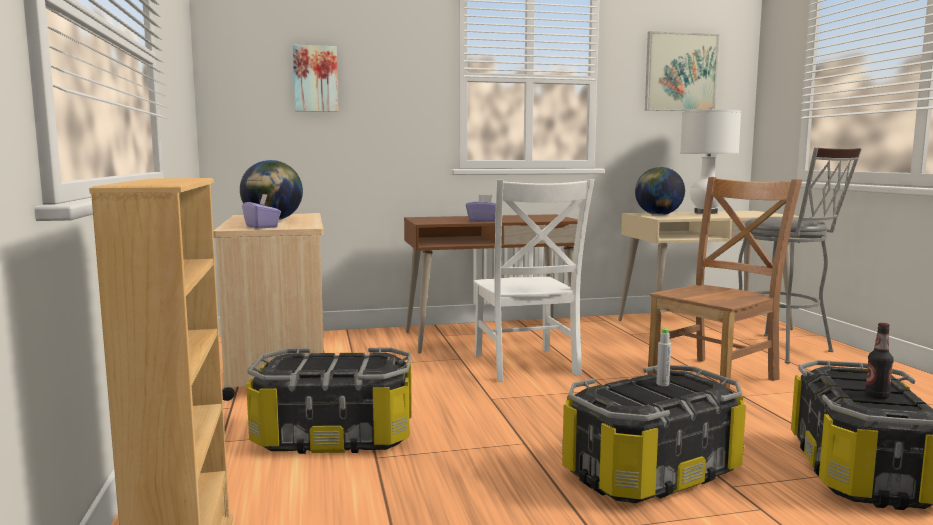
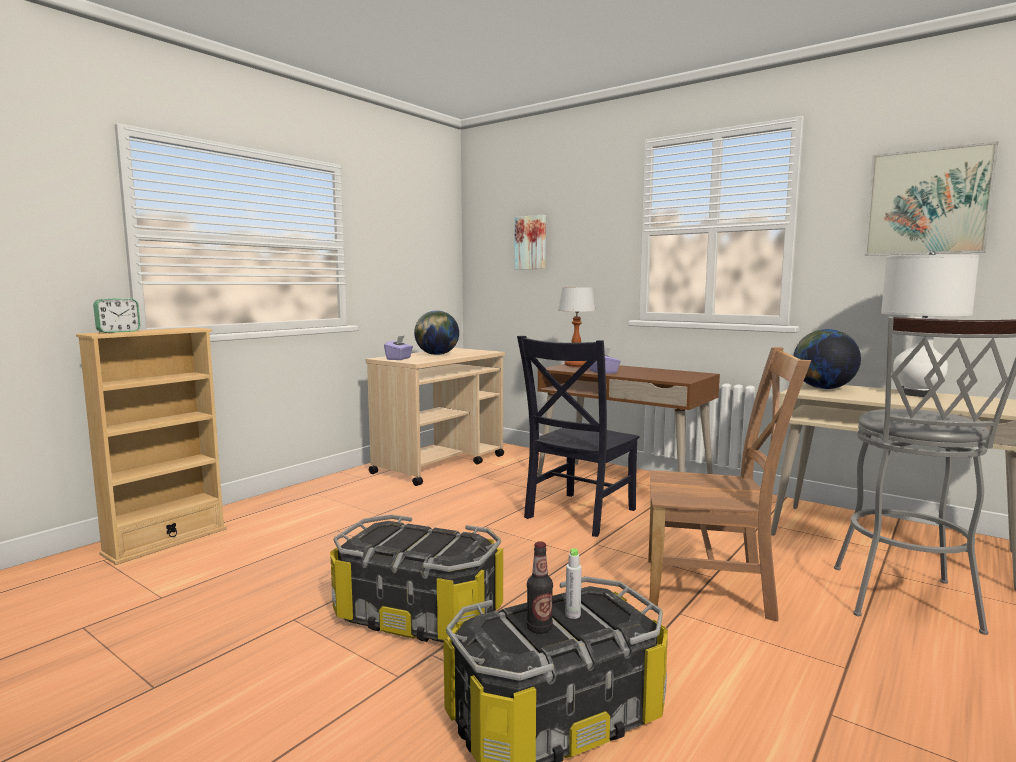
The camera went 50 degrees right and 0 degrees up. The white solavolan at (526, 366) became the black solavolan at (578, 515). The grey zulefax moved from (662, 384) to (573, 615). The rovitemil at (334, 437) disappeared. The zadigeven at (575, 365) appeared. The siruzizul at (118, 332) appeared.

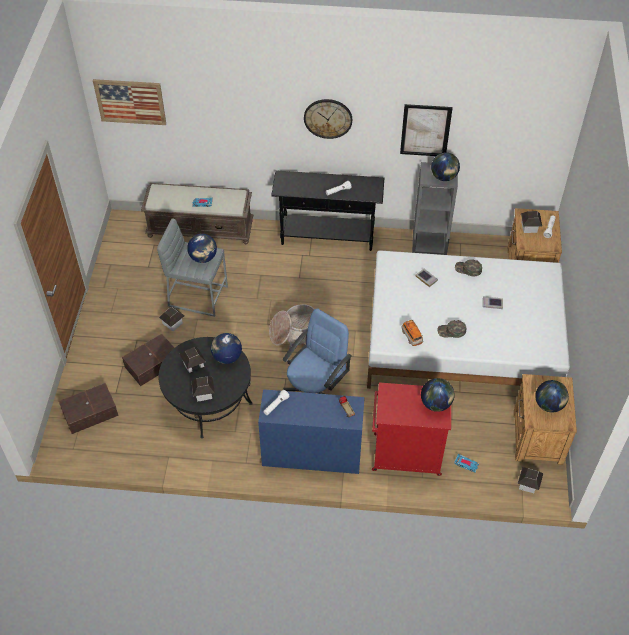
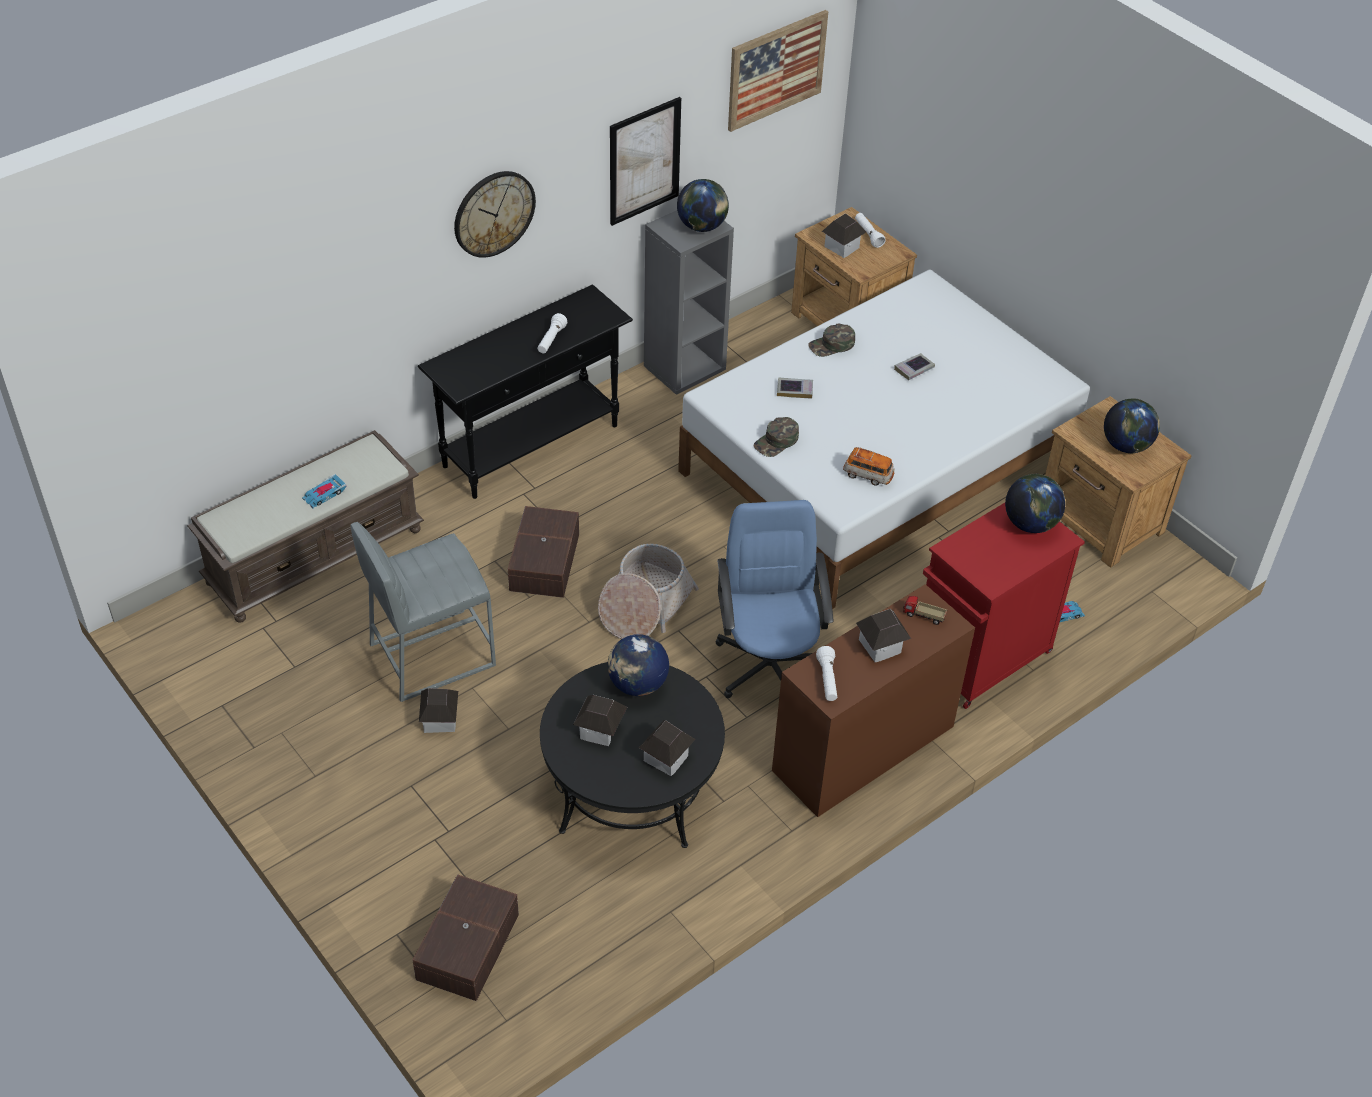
The camera went 45 degrees left and 5 degrees down. The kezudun moved from (130, 101) to (776, 70). The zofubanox at (203, 258) disappeared. The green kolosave moved from (451, 331) to (776, 441). The brown rovitemil moved from (151, 364) to (543, 562). The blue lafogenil at (311, 454) became the brown lafogenil at (863, 749). The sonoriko moved from (528, 484) to (880, 646).

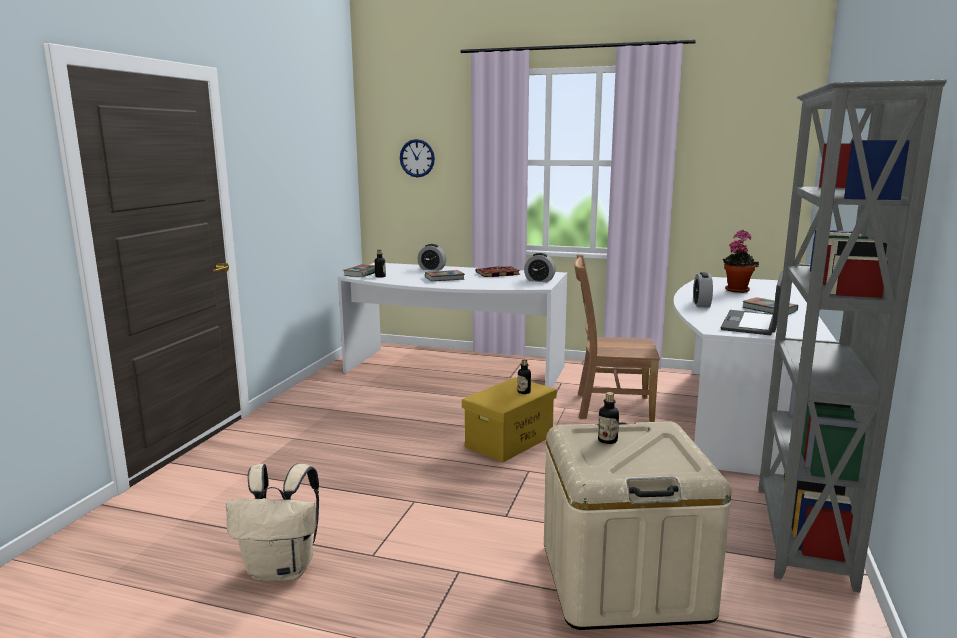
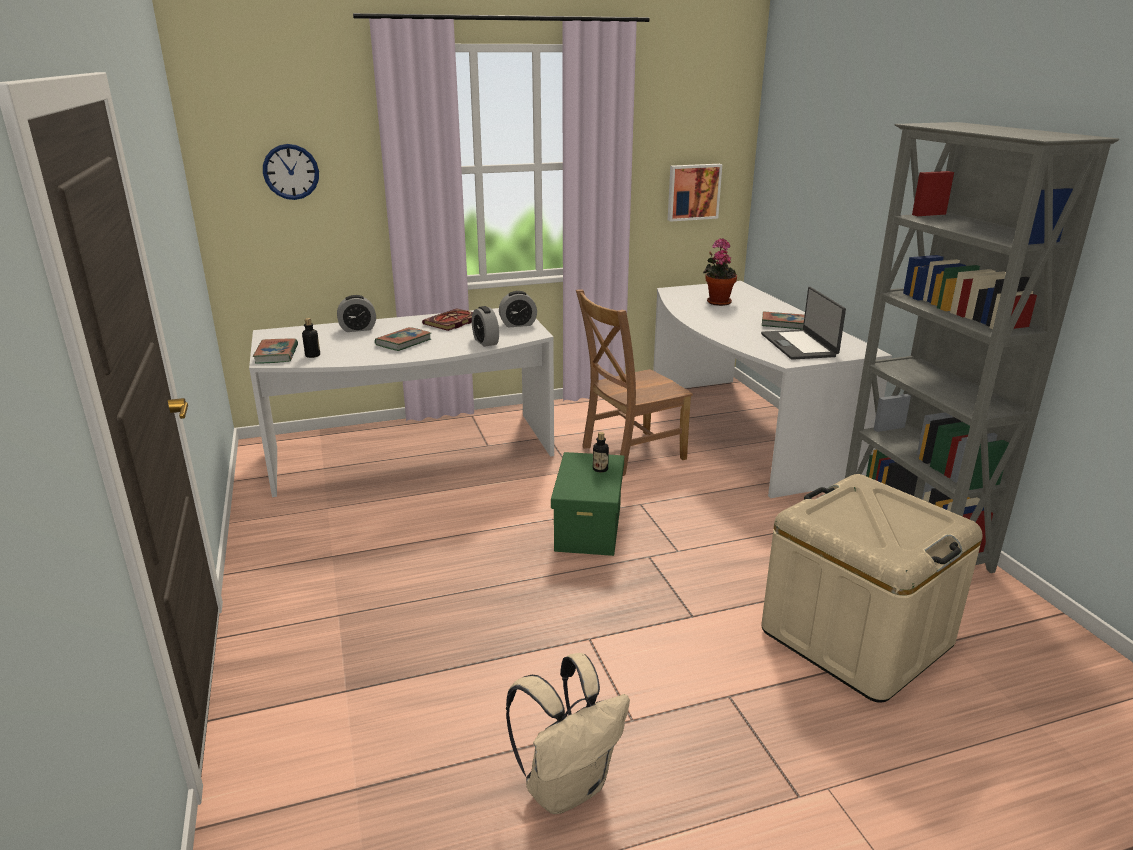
The camera went 35 degrees left and 10 degrees up. The siruzizul moved from (701, 304) to (485, 342). The yellow rovitemil at (509, 441) became the green rovitemil at (589, 528). The zulefax at (607, 440) disappeared. The kezudun at (693, 192) appeared.

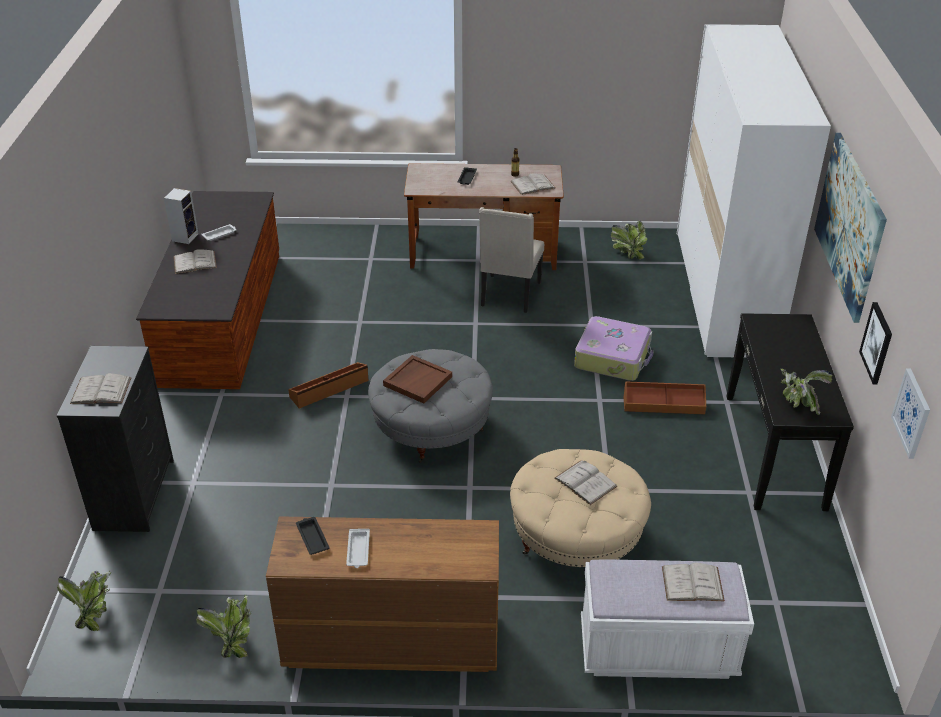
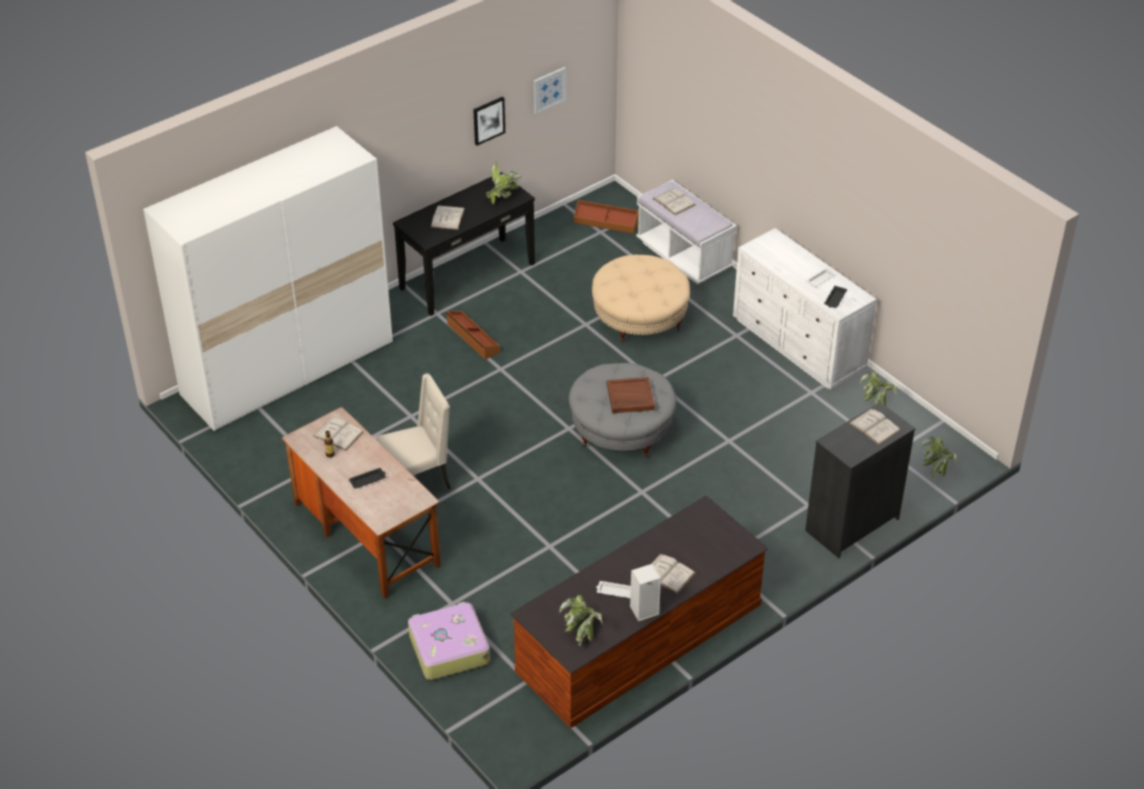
The camera went 130 degrees left and 5 degrees up. The kezudun at (849, 224) disappeared. The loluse moved from (627, 252) to (582, 630). The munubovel moved from (613, 357) to (448, 648). The brown rovitemil moved from (329, 389) to (606, 222). The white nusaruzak moved from (585, 482) to (447, 217). The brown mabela at (390, 641) became the white mabela at (799, 345).

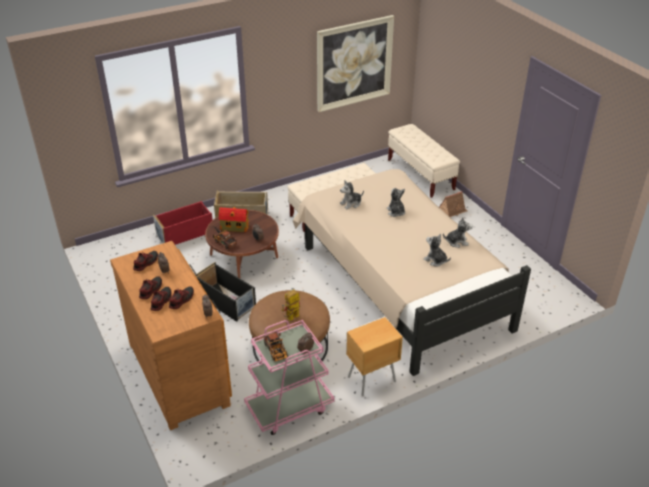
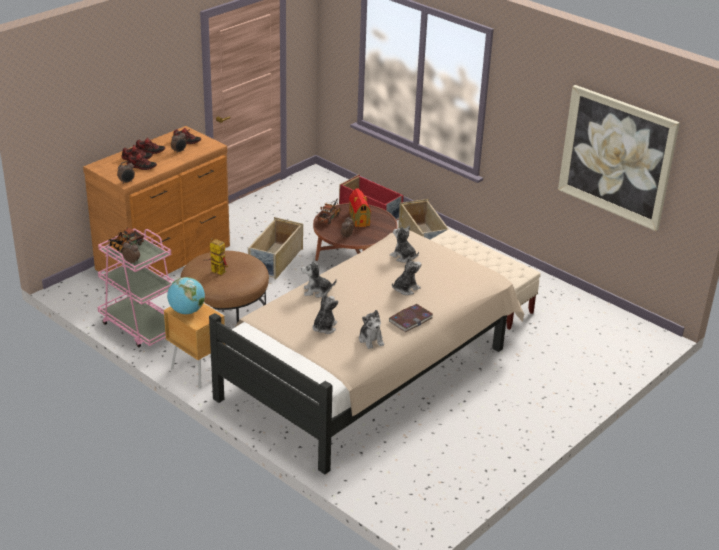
The camera went 70 degrees right and 5 degrees down. The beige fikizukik at (420, 175) disappeared. The sonoriko at (453, 210) disappeared. The black rovitemil at (226, 301) became the beige rovitemil at (275, 261). The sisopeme at (317, 291) appeared. The zofubanox at (186, 311) appeared. The nusaruzak at (410, 319) appeared.

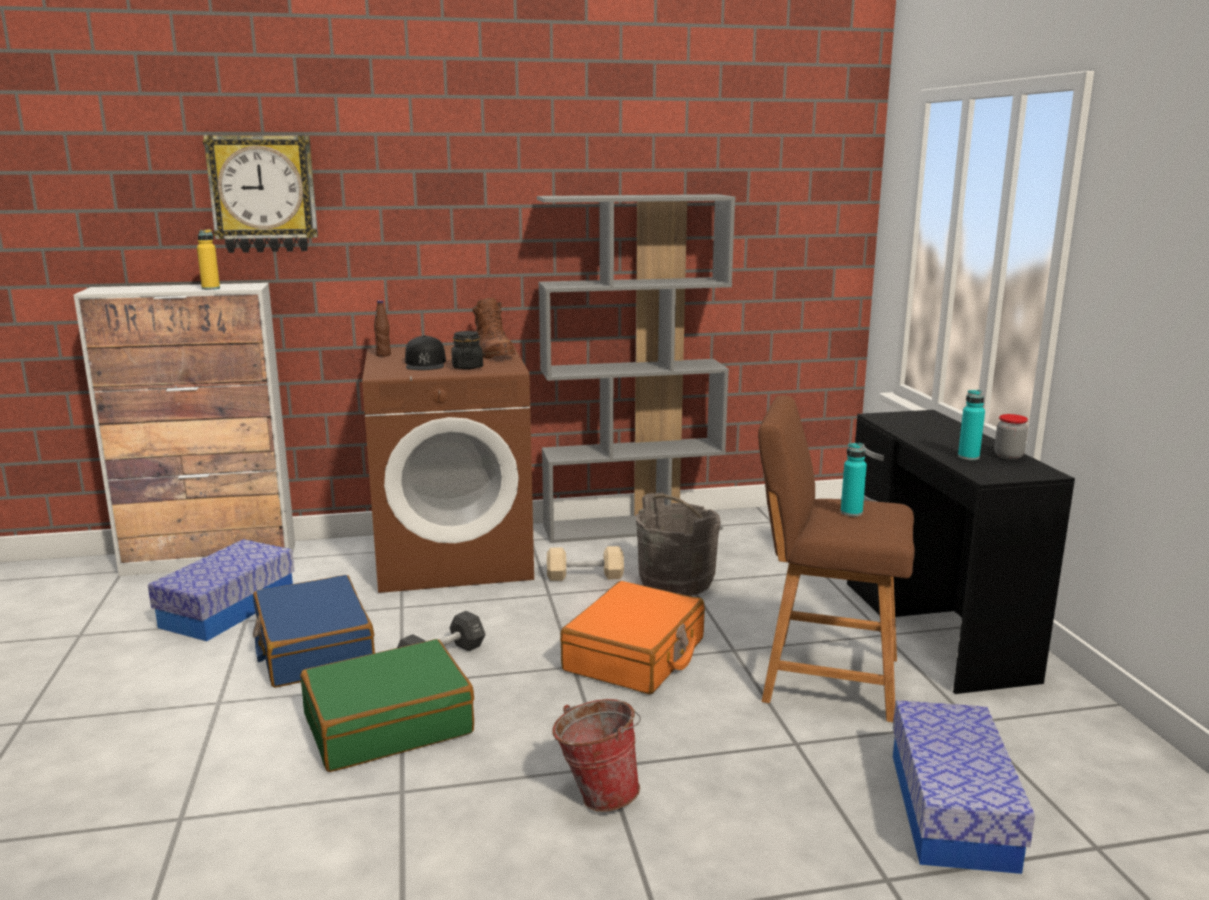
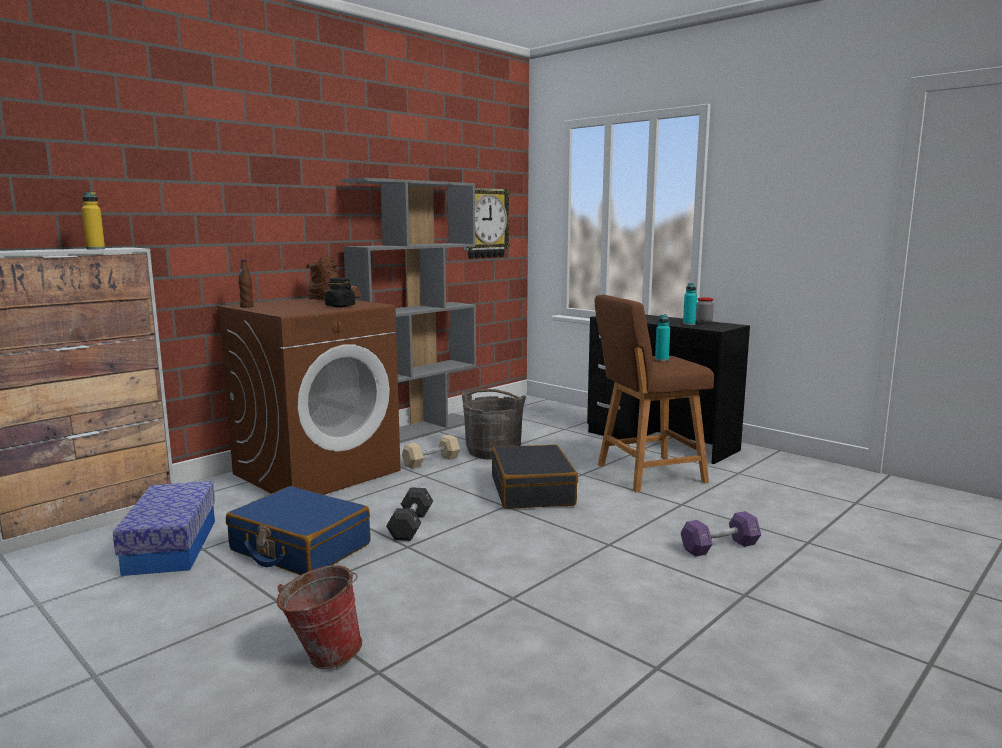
The camera went 35 degrees left and 5 degrees down. The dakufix moved from (263, 194) to (484, 223). The black kolosave at (425, 363) disappeared. The orange munubovel at (635, 655) became the black munubovel at (532, 491). The green munubovel at (388, 724) disappeared. The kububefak moved from (597, 794) to (321, 657). The rovitemil at (951, 810) disappeared. The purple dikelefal at (719, 547) appeared.

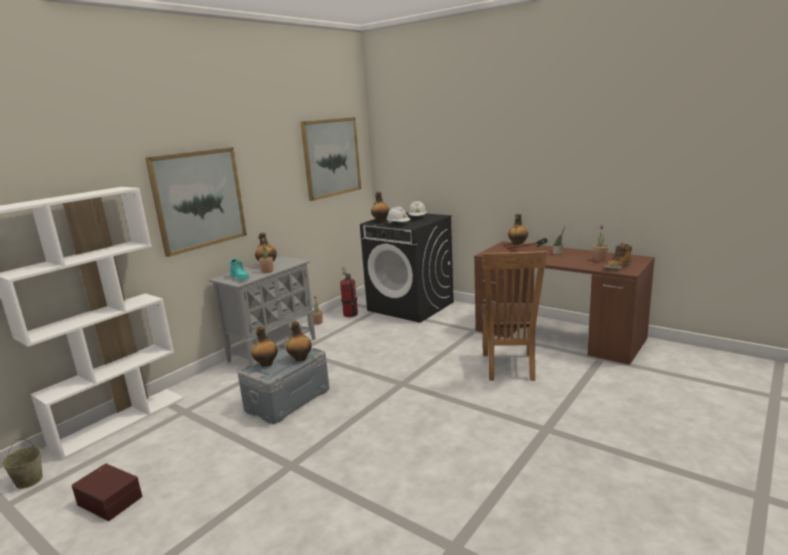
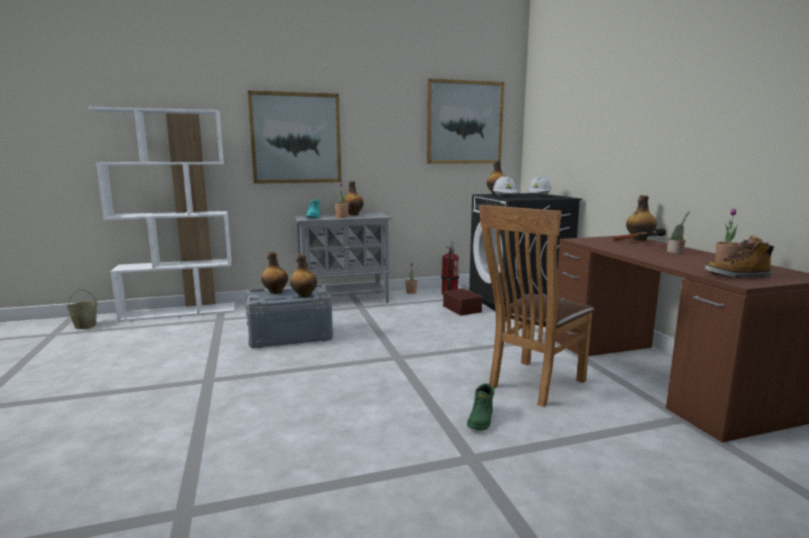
The camera went 35 degrees right and 5 degrees down. The brown rovitemil moved from (111, 499) to (462, 309). The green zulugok at (481, 420) appeared.

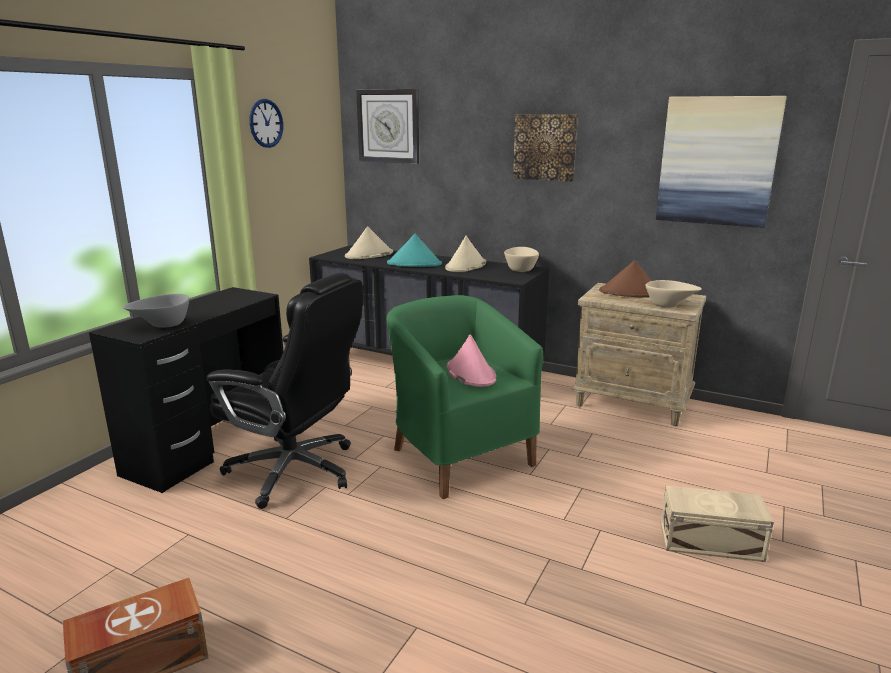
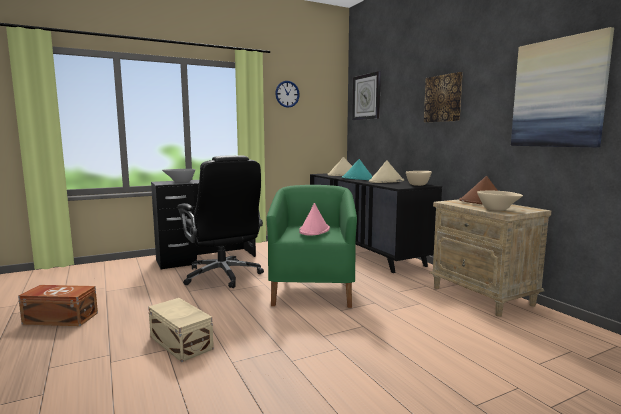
The camera went 35 degrees right and 10 degrees down. The beige rovitemil moved from (712, 542) to (180, 343).

